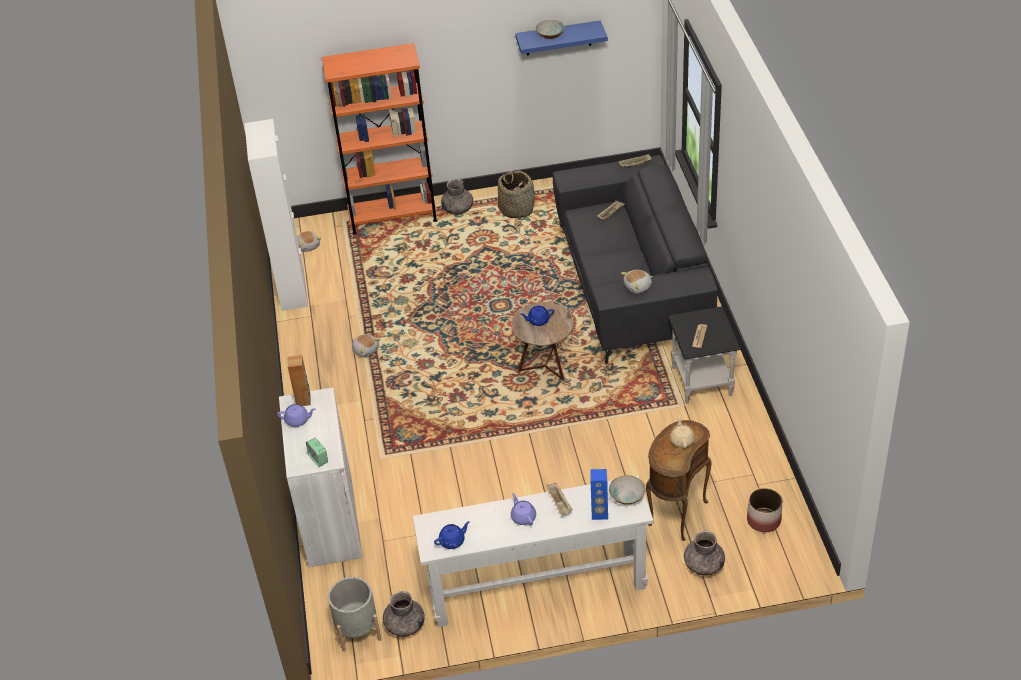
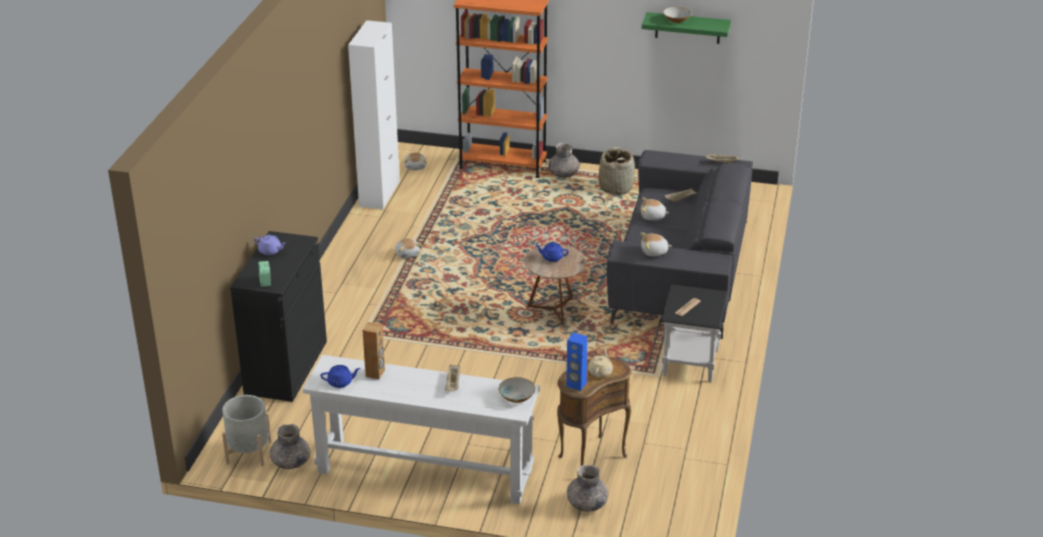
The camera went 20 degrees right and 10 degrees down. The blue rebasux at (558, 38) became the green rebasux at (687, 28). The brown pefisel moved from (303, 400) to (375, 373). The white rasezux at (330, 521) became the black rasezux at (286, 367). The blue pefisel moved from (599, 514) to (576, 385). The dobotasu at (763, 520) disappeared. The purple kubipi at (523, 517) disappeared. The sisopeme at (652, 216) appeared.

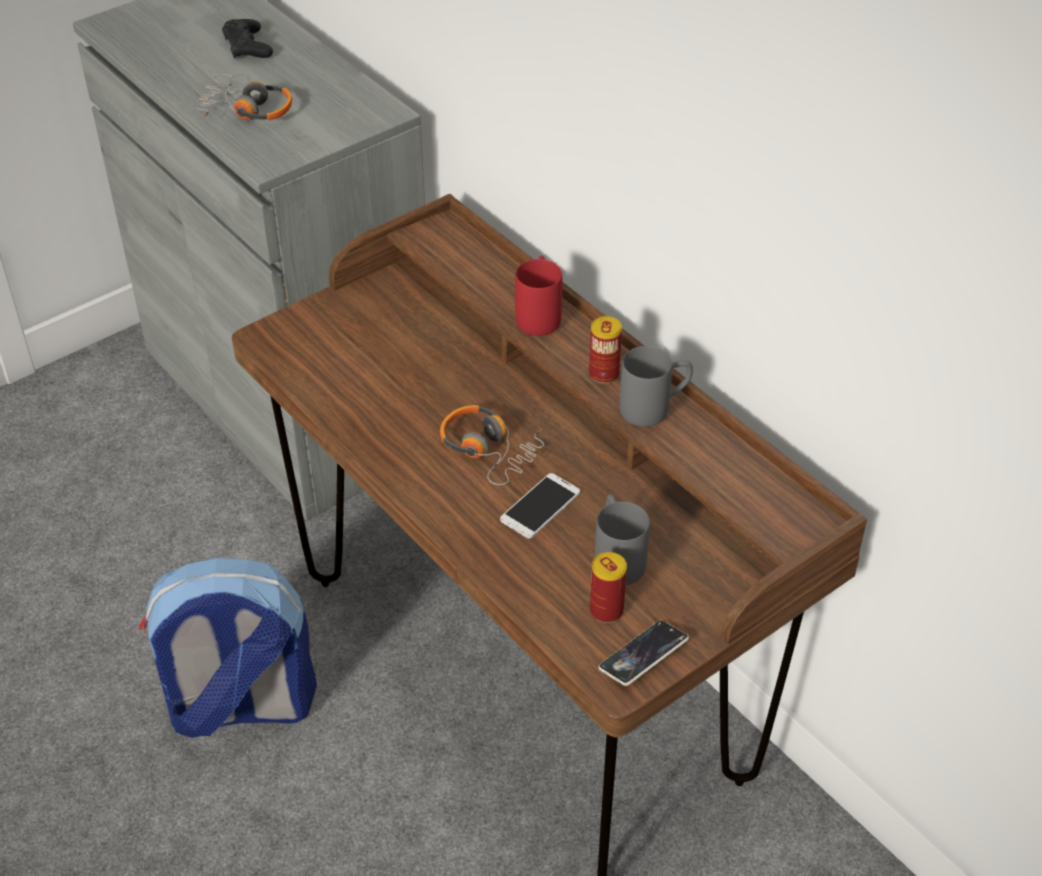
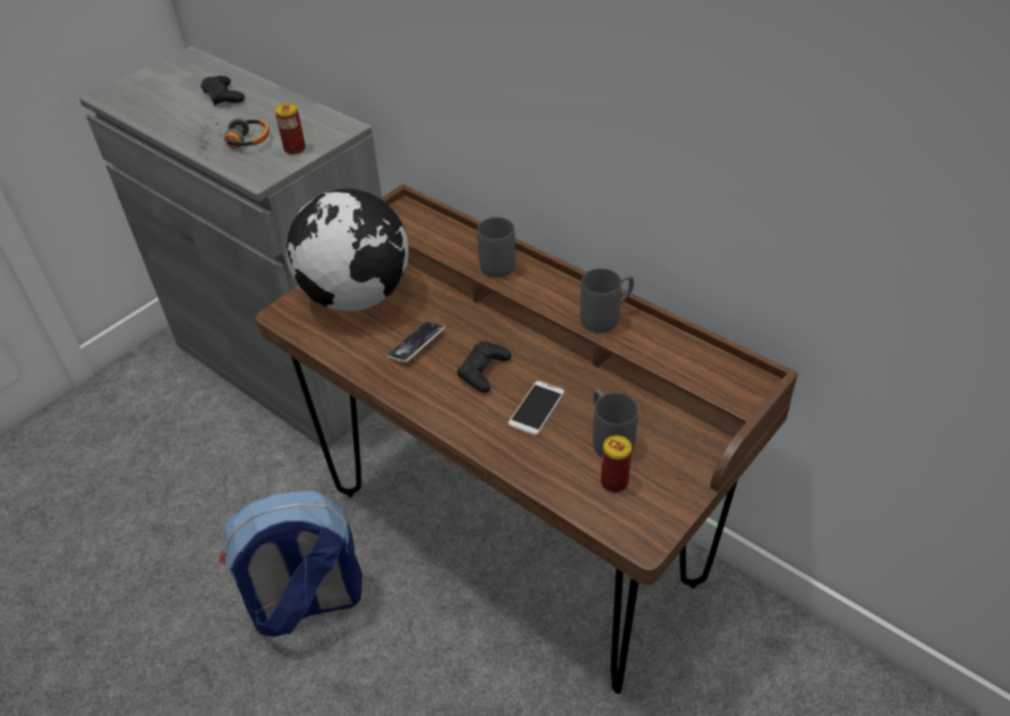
The camera went 10 degrees left and 0 degrees up. The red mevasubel at (539, 314) became the grey mevasubel at (496, 261). The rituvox moved from (604, 374) to (294, 149). The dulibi at (489, 450) was replaced by the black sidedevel at (483, 371). The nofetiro moved from (643, 656) to (416, 344). The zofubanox at (357, 296) appeared.

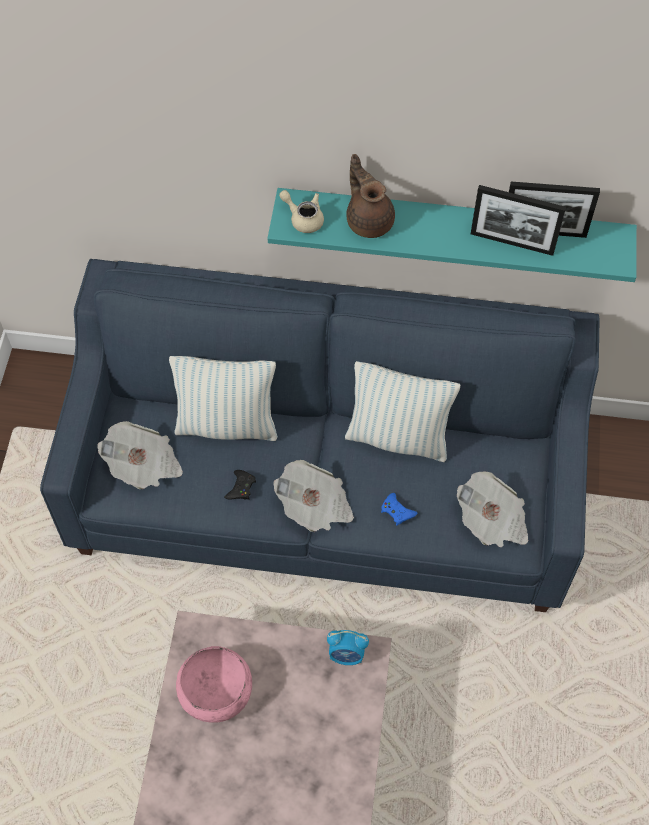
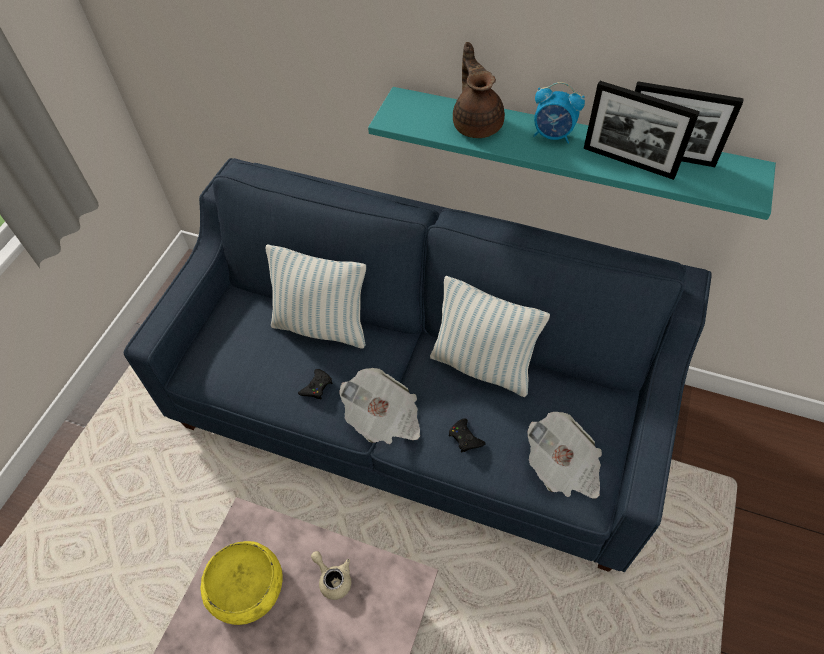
The camera went 15 degrees right and 5 degrees down. The beige kubipi moved from (303, 218) to (333, 578). The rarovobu at (144, 466) disappeared. The blue sidedevel at (397, 511) became the black sidedevel at (465, 438). The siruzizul moved from (346, 654) to (553, 135). The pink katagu at (216, 690) became the yellow katagu at (247, 587).

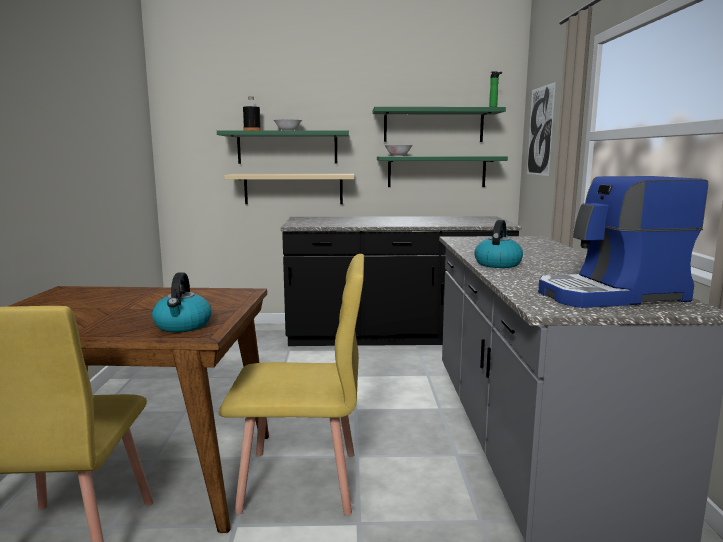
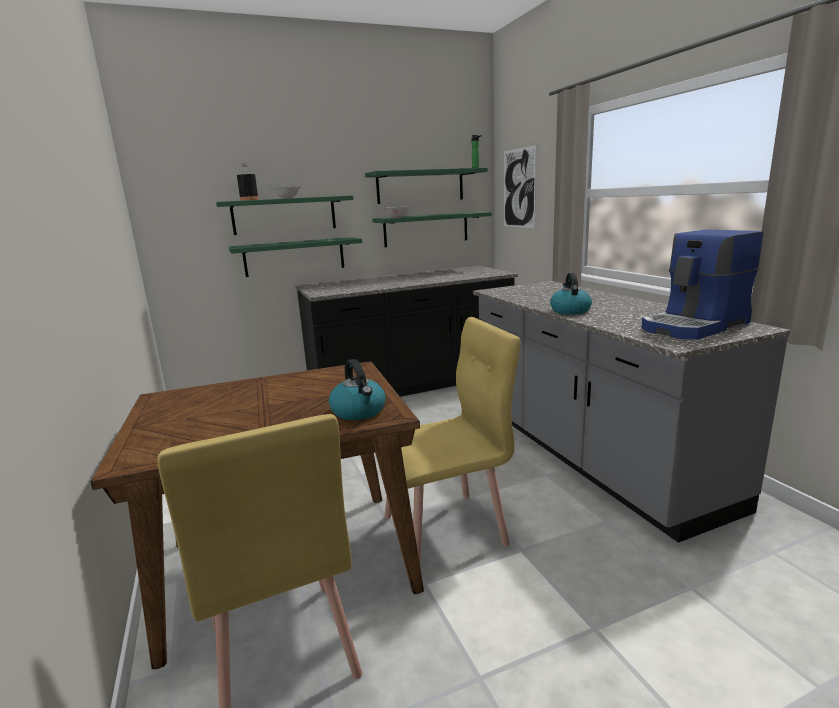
The camera went 20 degrees left and 5 degrees up. The beige rebasux at (293, 189) became the green rebasux at (294, 256).

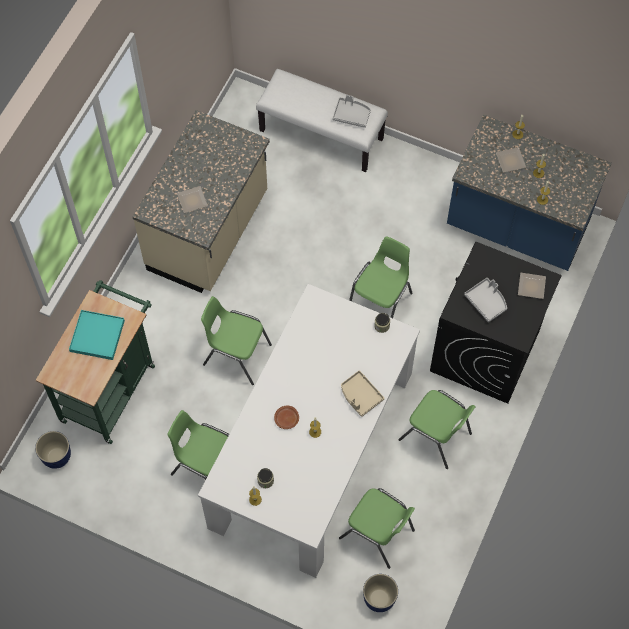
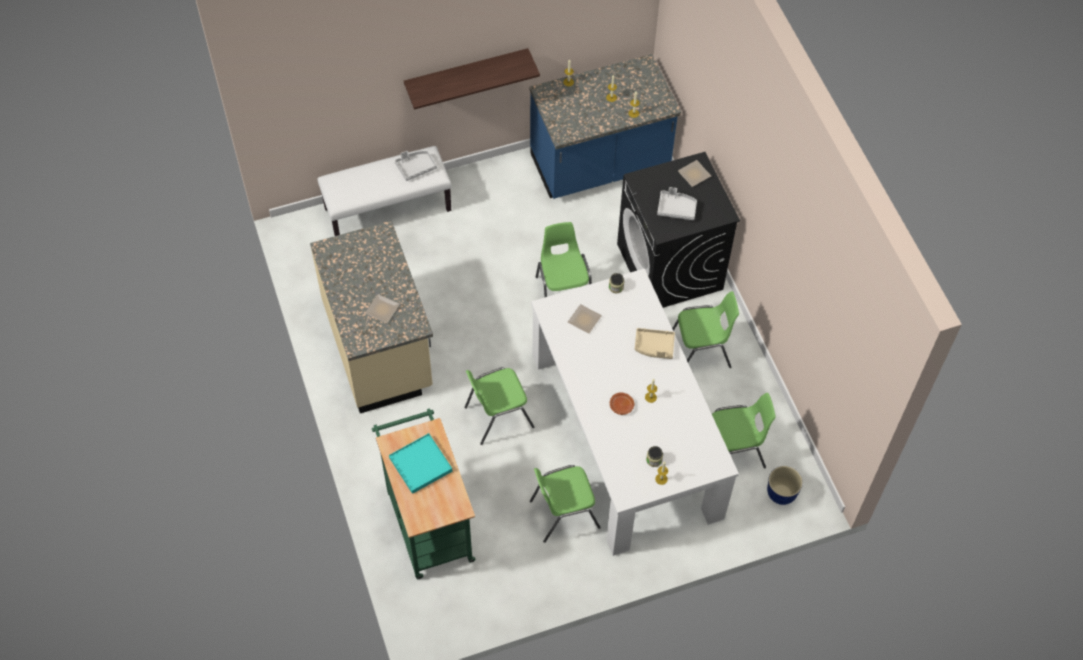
The camera went 45 degrees left and 5 degrees down. The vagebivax moved from (509, 160) to (583, 320). The dobotasu at (56, 457) disappeared. The rebasux at (466, 74) appeared.

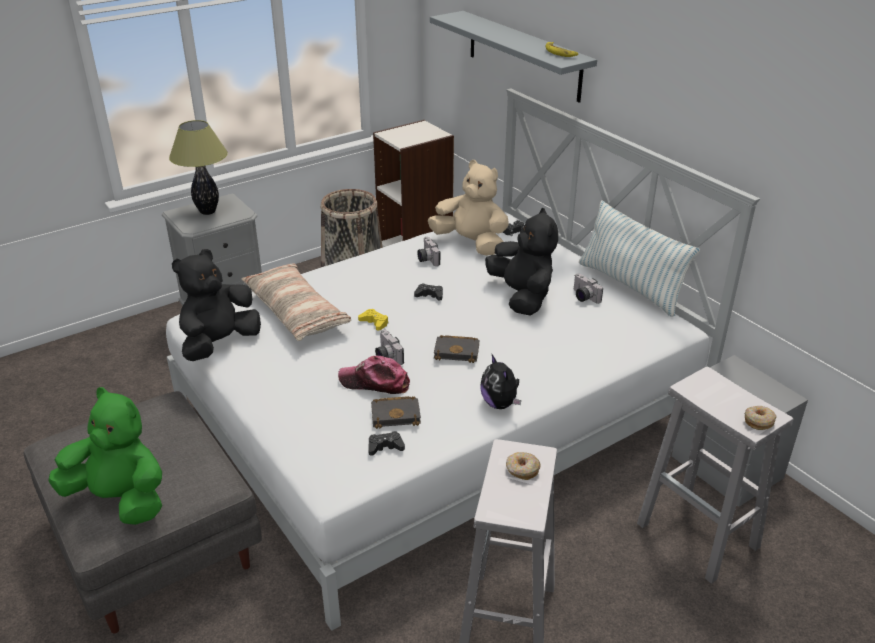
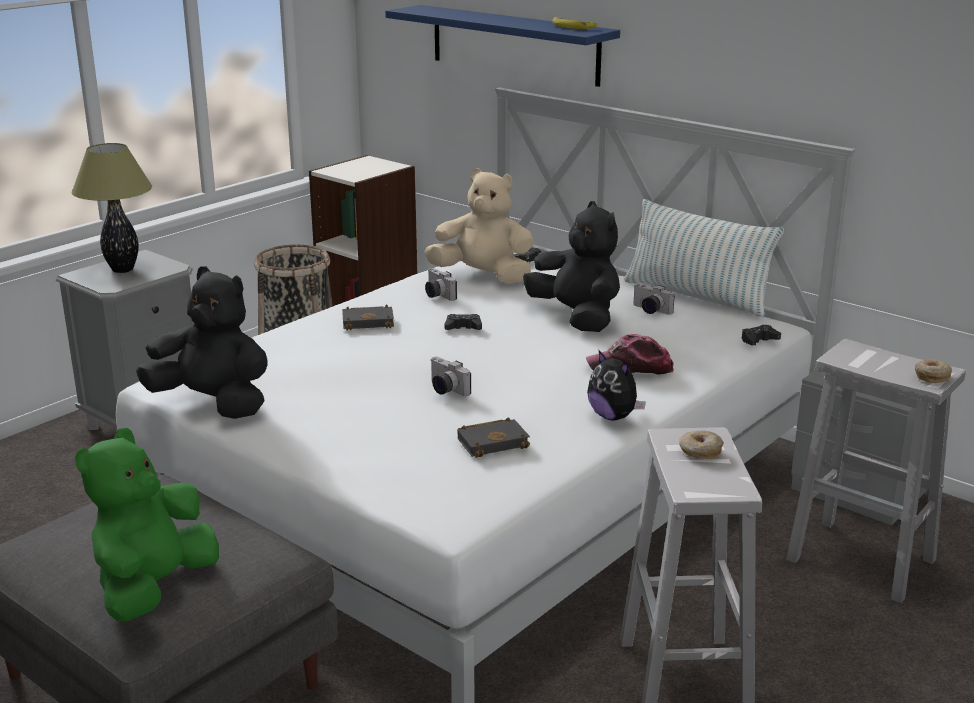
The camera went 15 degrees left and 10 degrees down. The grey rebasux at (523, 55) became the blue rebasux at (514, 44). The black sisopeme at (219, 344) turned 90 degrees clockwise. The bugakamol at (296, 312) disappeared. The yellow sidedevel at (374, 323) disappeared. The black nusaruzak moved from (458, 351) to (369, 321). The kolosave moved from (375, 382) to (630, 368). The green sisopeme at (120, 499) turned 75 degrees counterclockwise. The black sidedevel moved from (385, 447) to (759, 340).

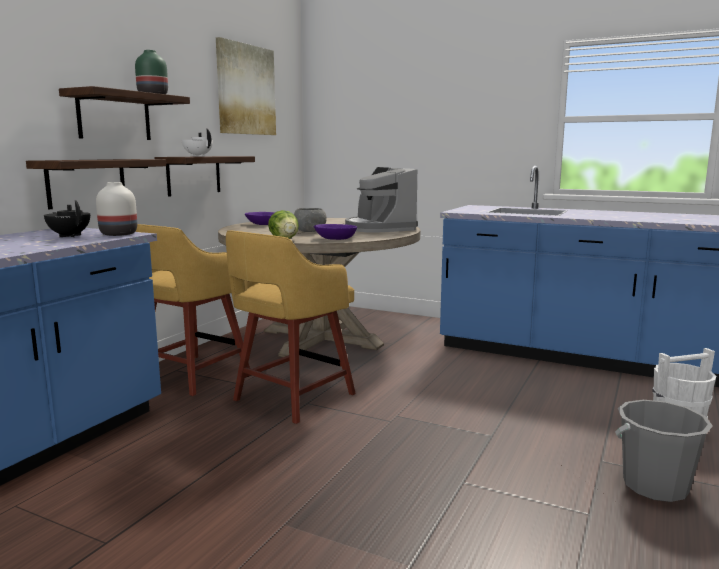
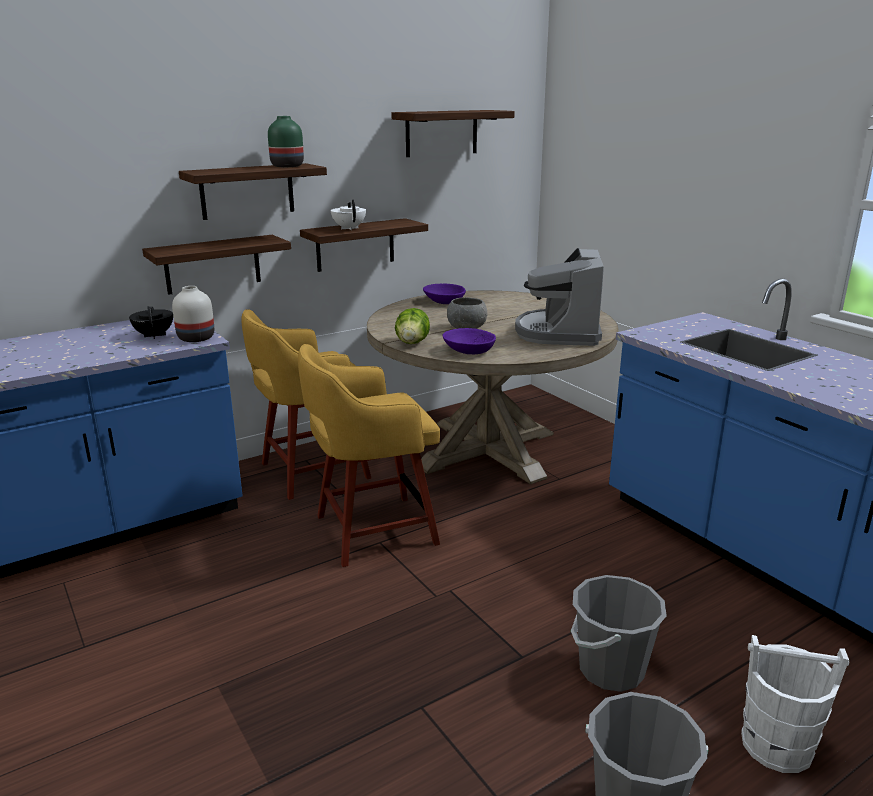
The camera went 30 degrees right and 10 degrees up. The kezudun at (245, 90) was replaced by the rebasux at (441, 133). The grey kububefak at (611, 669) appeared.

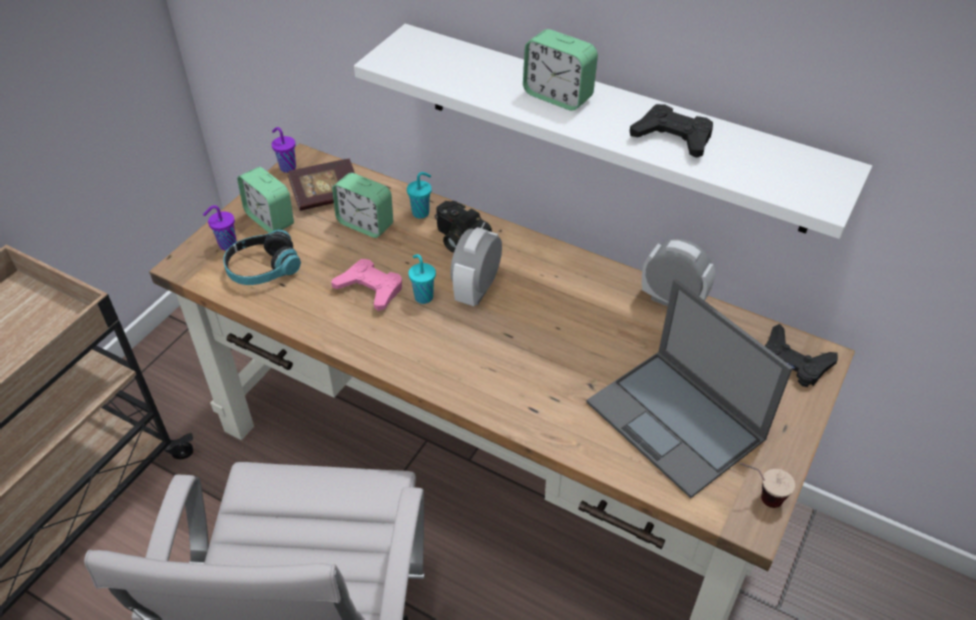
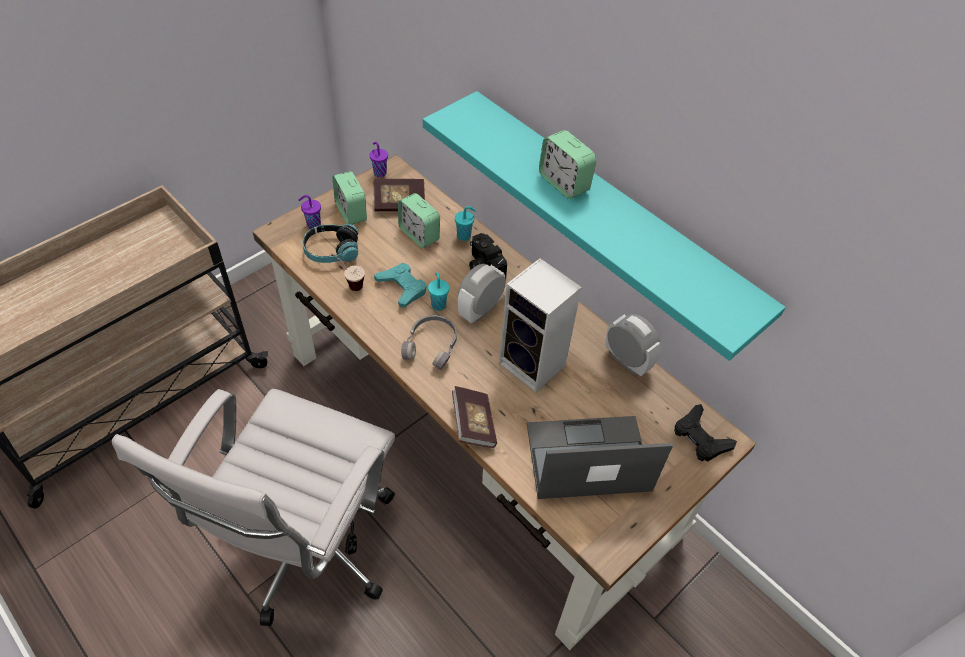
The camera went 15 degrees right and 5 degrees up. The white rebasux at (612, 127) became the turquoise rebasux at (608, 215). The black sidedevel at (673, 137) disappeared. The pink sidedevel at (370, 289) became the turquoise sidedevel at (402, 287). The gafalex at (677, 422) turned 105 degrees clockwise. The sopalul moved from (758, 497) to (349, 283). The pefisel at (534, 365) appeared. The grey dulibi at (432, 345) appeared. The nusaruzak at (473, 424) appeared.

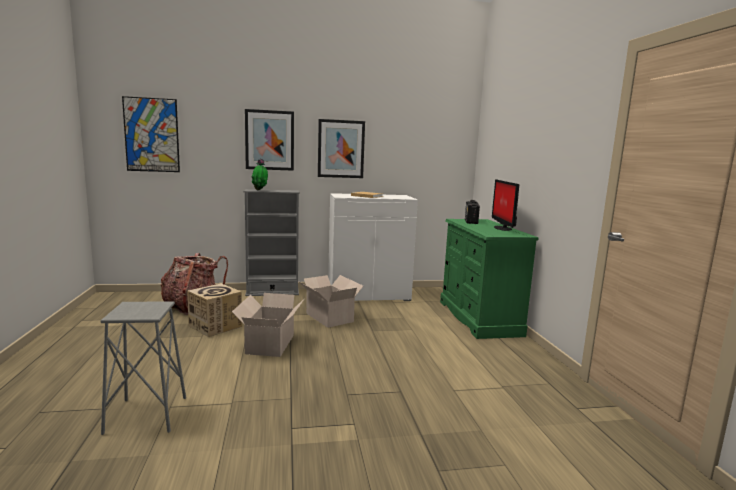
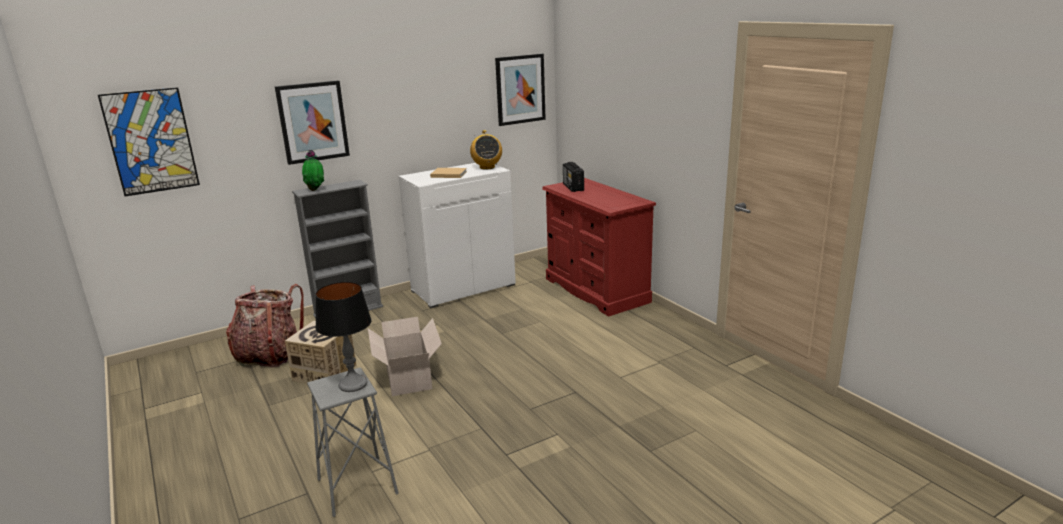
The camera went 20 degrees left and 10 degrees up. The kezudun moved from (341, 149) to (520, 89). The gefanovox at (503, 228) disappeared. The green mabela at (478, 318) became the red mabela at (596, 290). The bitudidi at (329, 317) disappeared. The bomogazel at (487, 167) appeared. The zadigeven at (353, 384) appeared.

